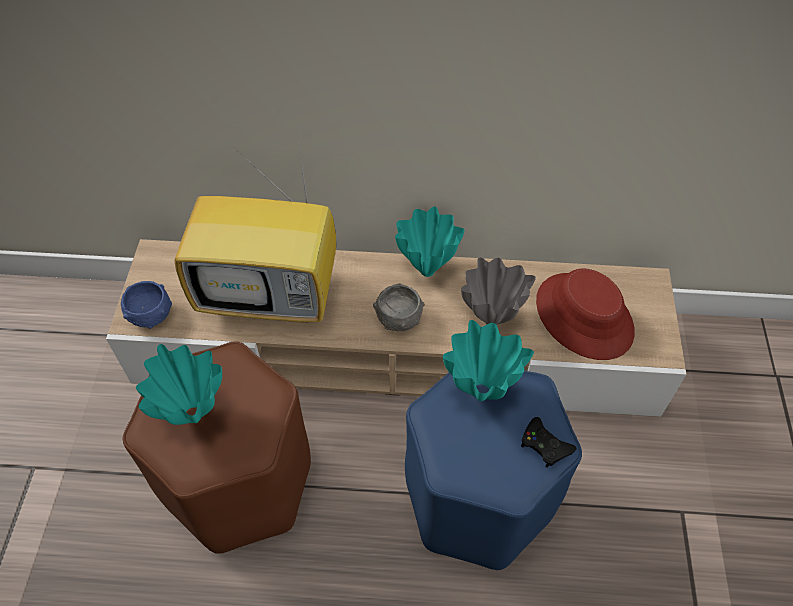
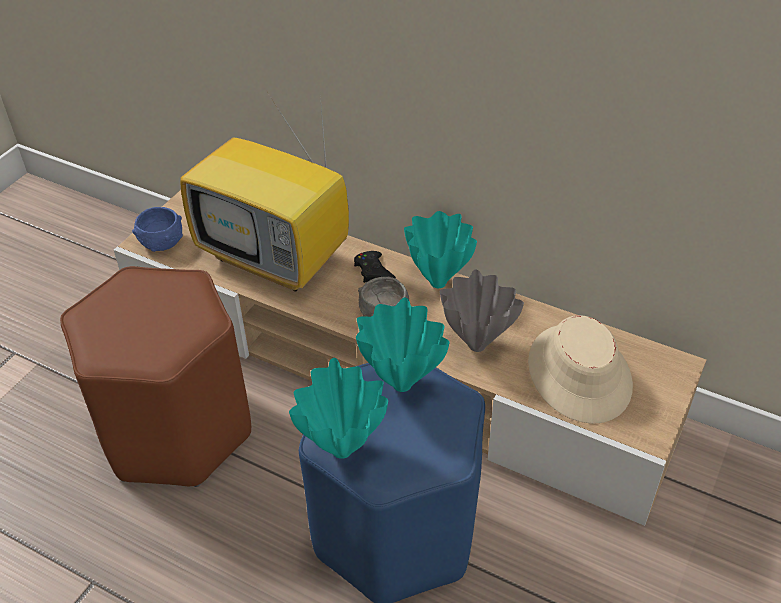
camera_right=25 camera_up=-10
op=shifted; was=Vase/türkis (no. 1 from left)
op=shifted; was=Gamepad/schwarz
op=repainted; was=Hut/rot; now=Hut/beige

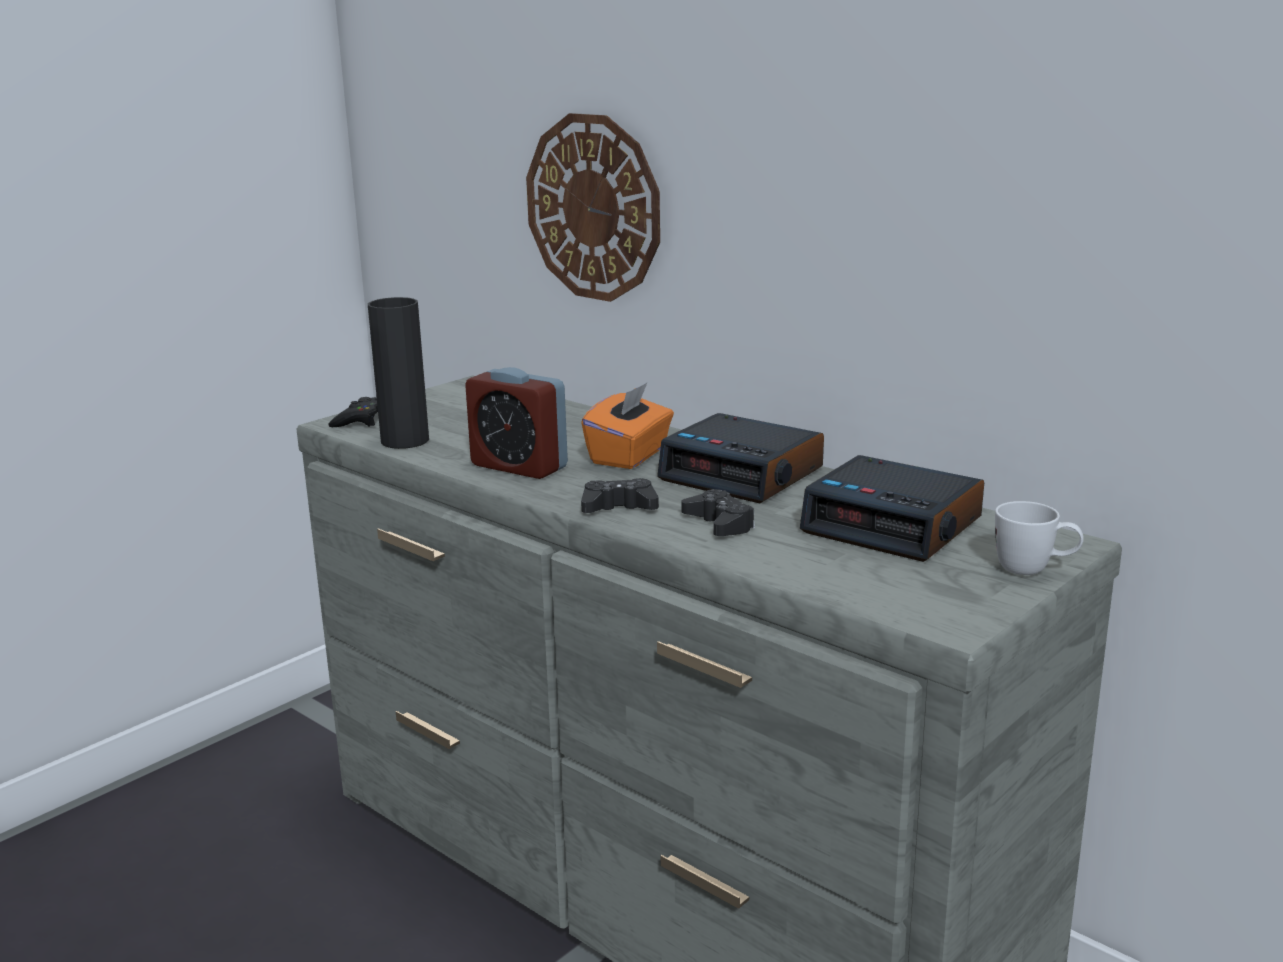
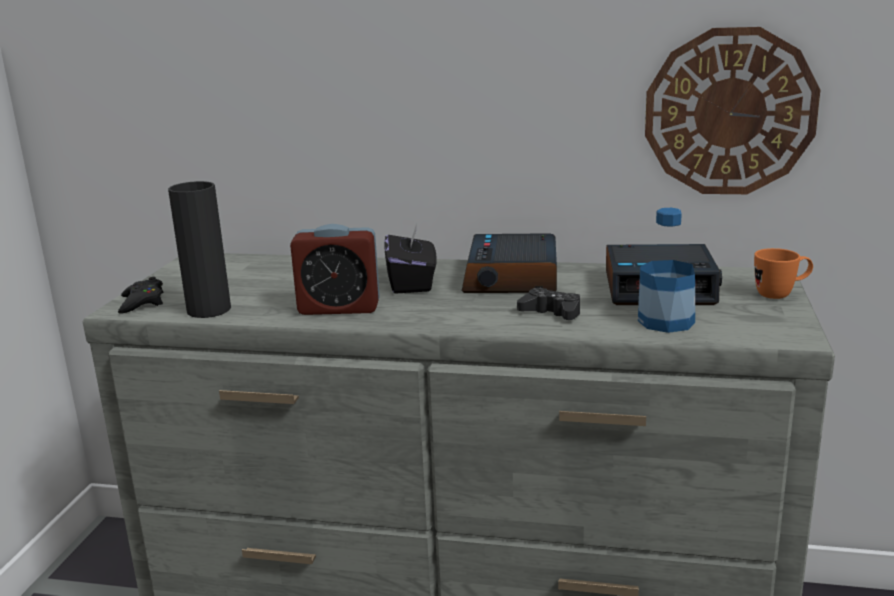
camera_right=-30 camera_up=0
op=repainted; was=Taschentuchbox/orange; now=Taschentuchbox/schwarz
op=rotated; was=Wecker (no. 2 from left); clockwise=90
op=new; now=Flasche
op=shifted; was=Wanduhr
op=repainted; was=Henkelbecher/weiß; now=Henkelbecher/orange
op=gone; was=Gamepad/schwarz (no. 2 from left)

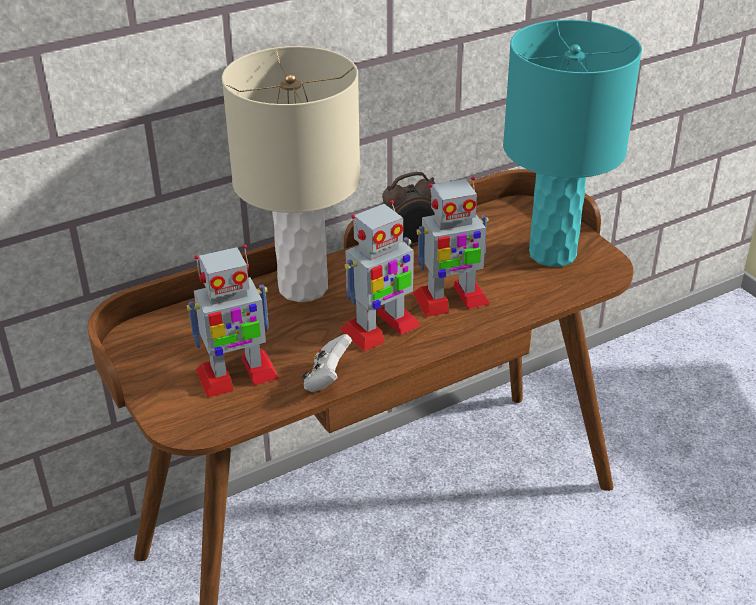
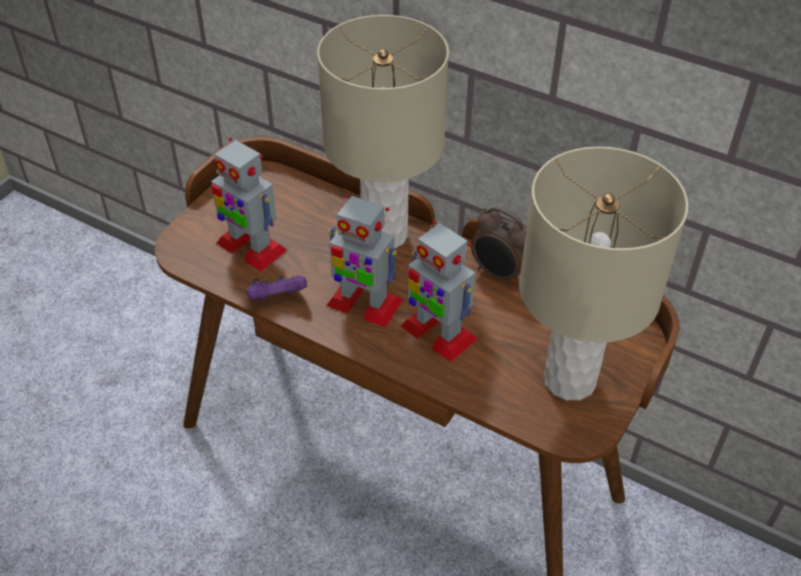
camera_right=60 camera_up=10
op=repainted; was=Gamepad/weiß; now=Gamepad/lila
op=repainted; was=Tischlampe/türkis; now=Tischlampe/beige (no. 2 from left)

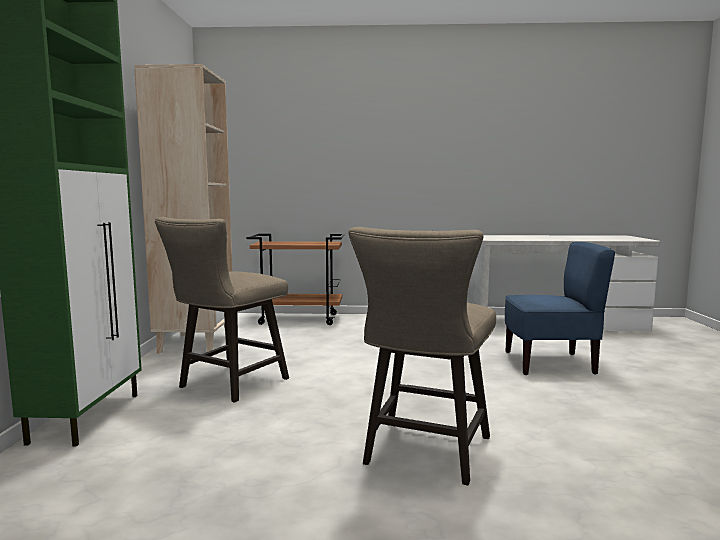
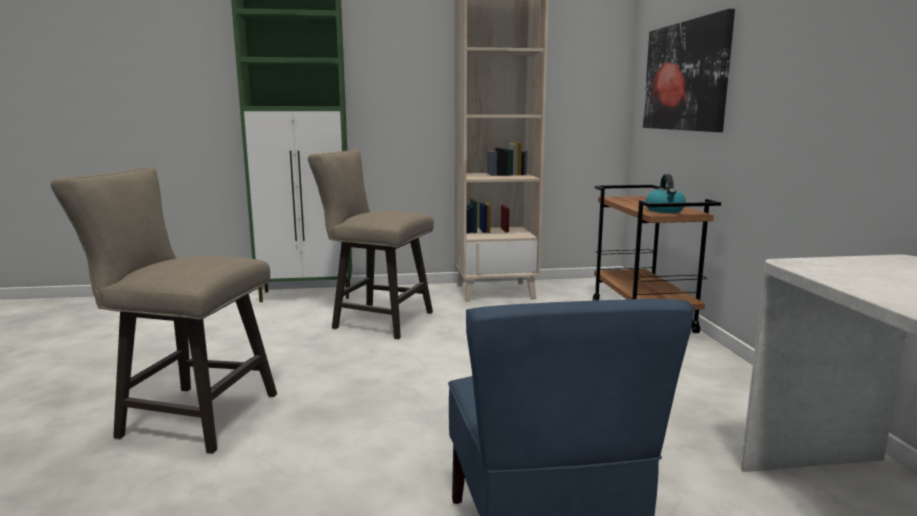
camera_right=80 camera_up=5
op=new; now=Bild
op=new; now=Wasserkessel

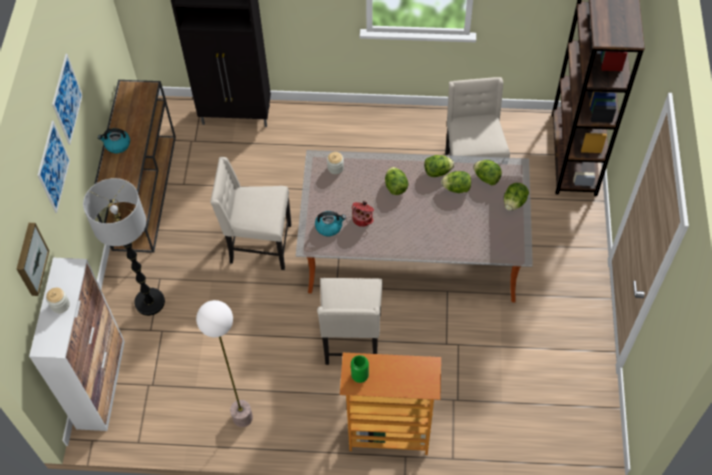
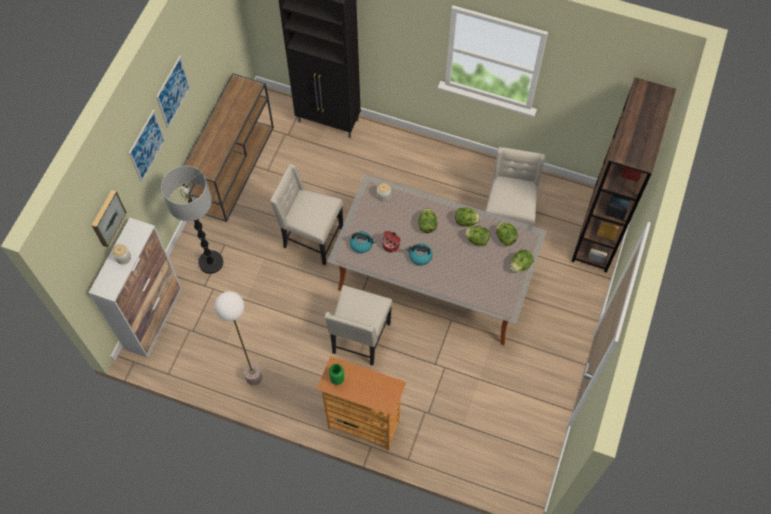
camera_right=15 camera_up=5
op=shifted; was=Wasserkessel (no. 1 from left in the first image); now=Wasserkessel (no. 2 from left)

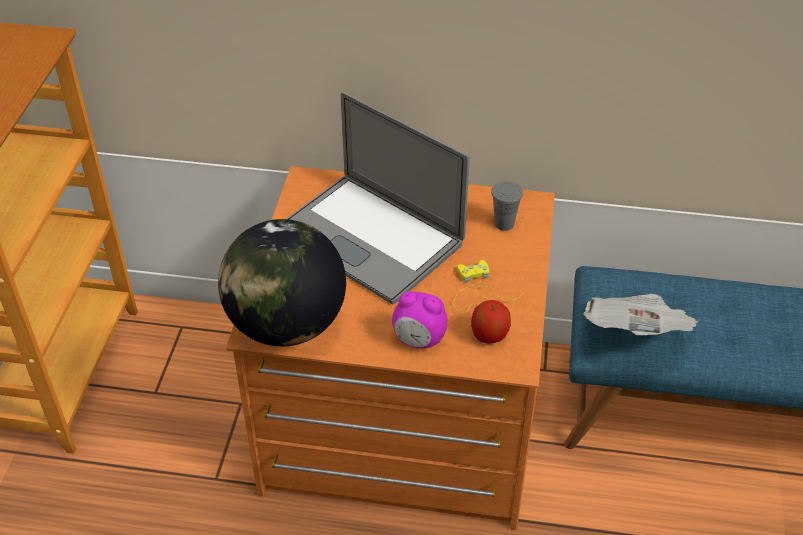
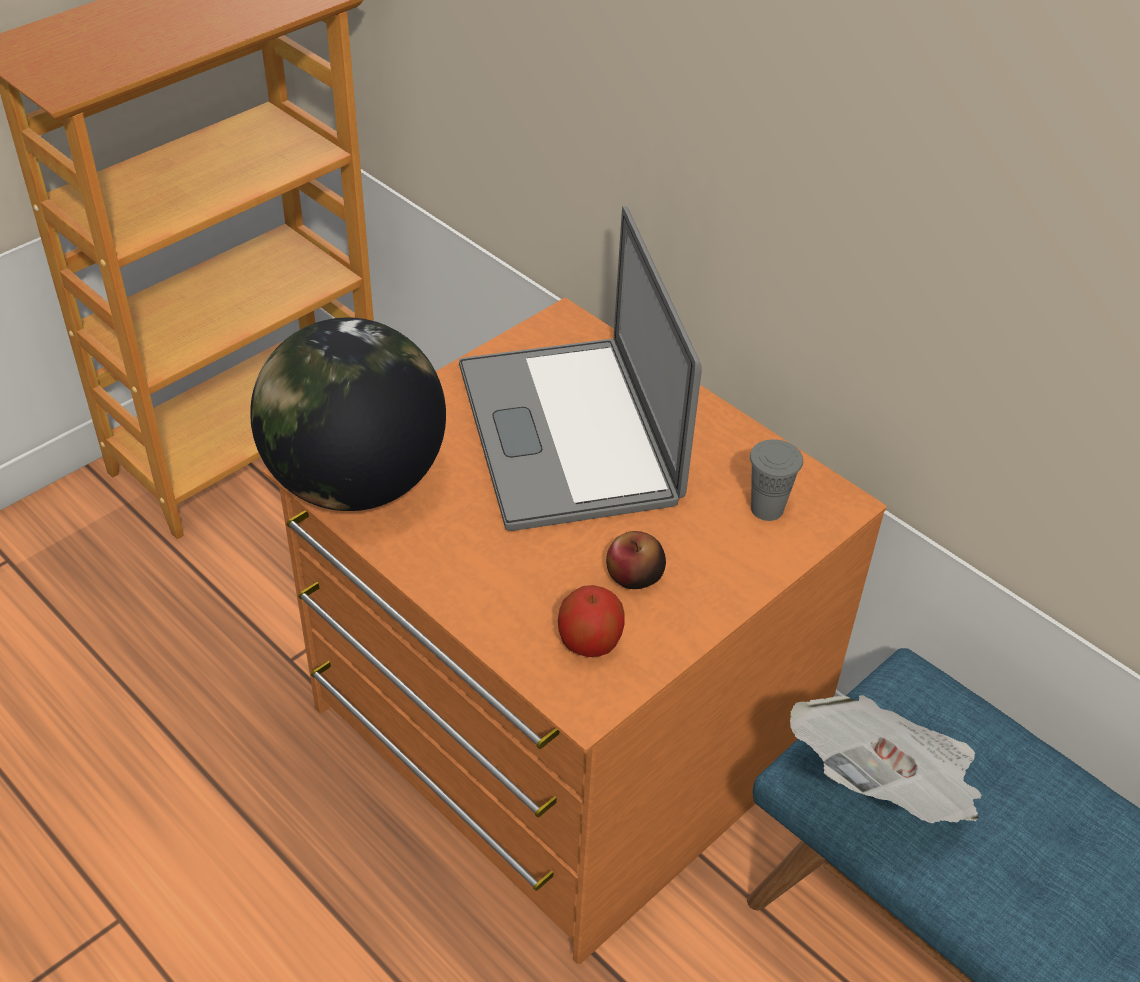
camera_right=35 camera_up=0
op=swapped; was=Gamepad/gelb; now=Apfel (no. 2 from left)
op=gone; was=Wecker

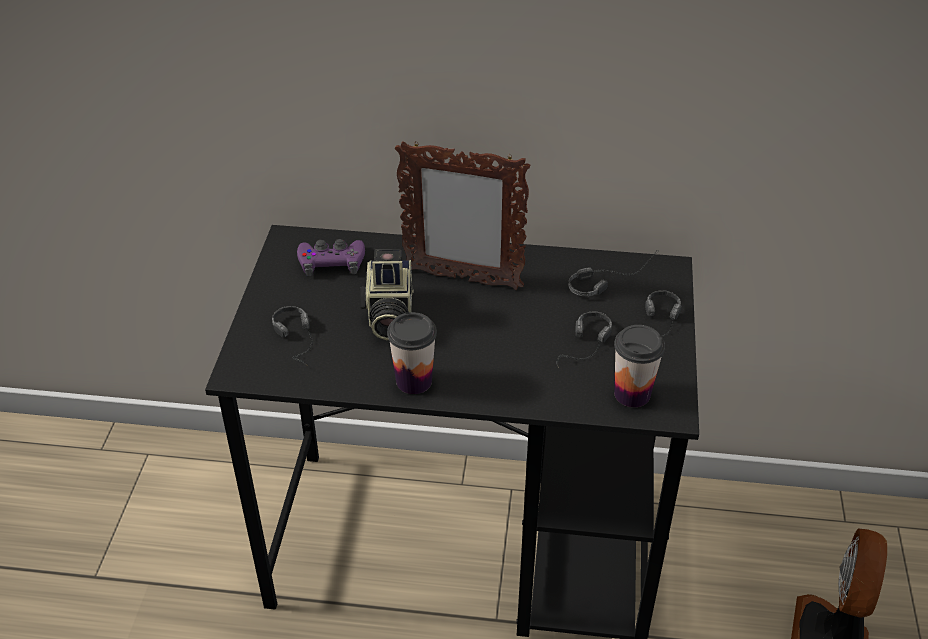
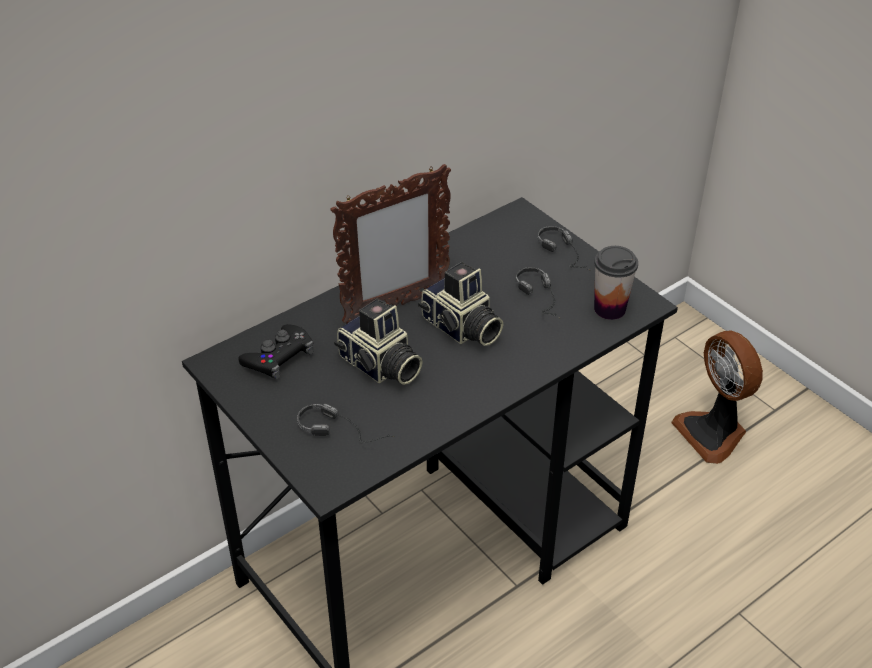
camera_right=-45 camera_up=0
op=repainted; was=Gamepad/lila; now=Gamepad/schwarz
op=new; now=Kamera (no. 2 from left)
op=gone; was=Tasse (no. 1 from left)
op=gone; was=Kopfhörer (no. 3 from left)

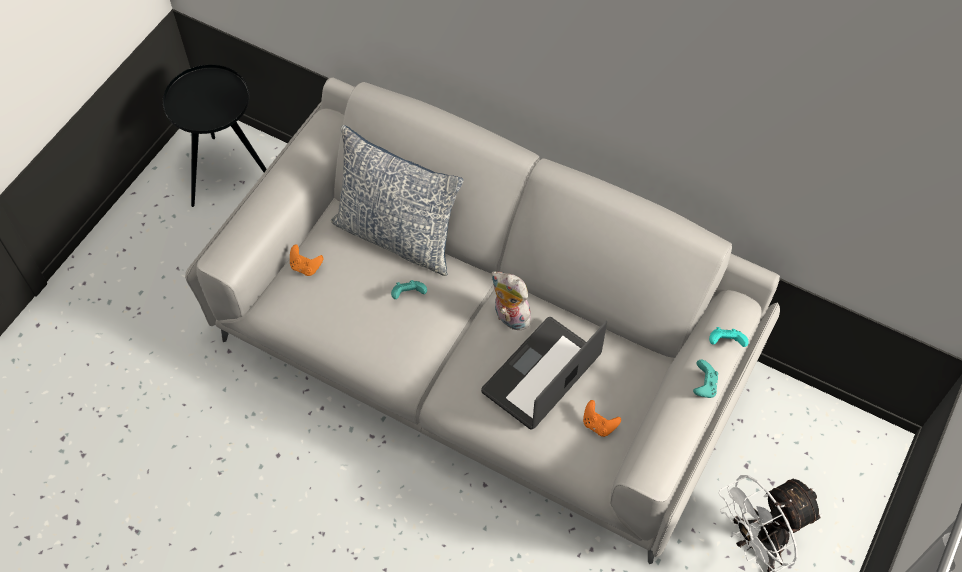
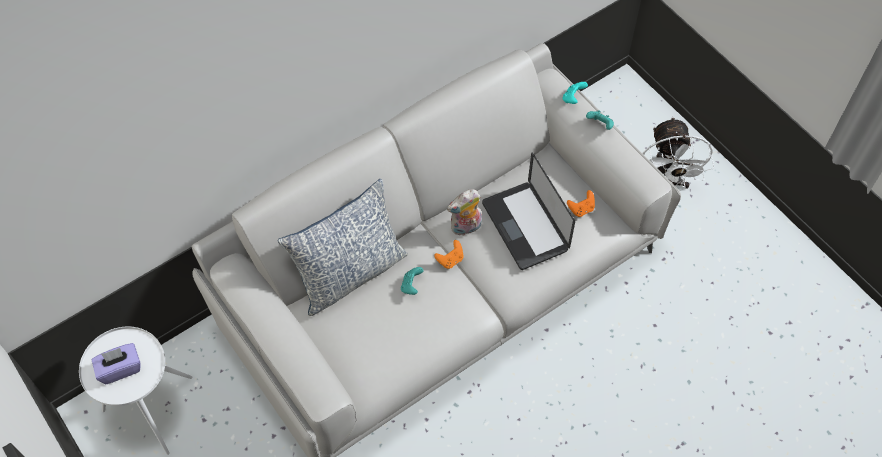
camera_right=-65 camera_up=0
op=repainted; was=Beistelltisch/schwarz; now=Beistelltisch/weiß
op=new; now=Taschentuchbox/lila
op=shifted; was=Gamepad/orange (no. 1 from left)

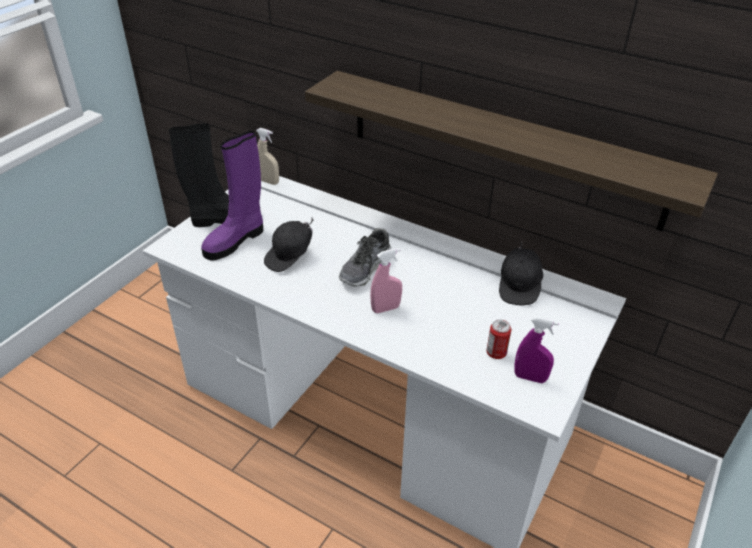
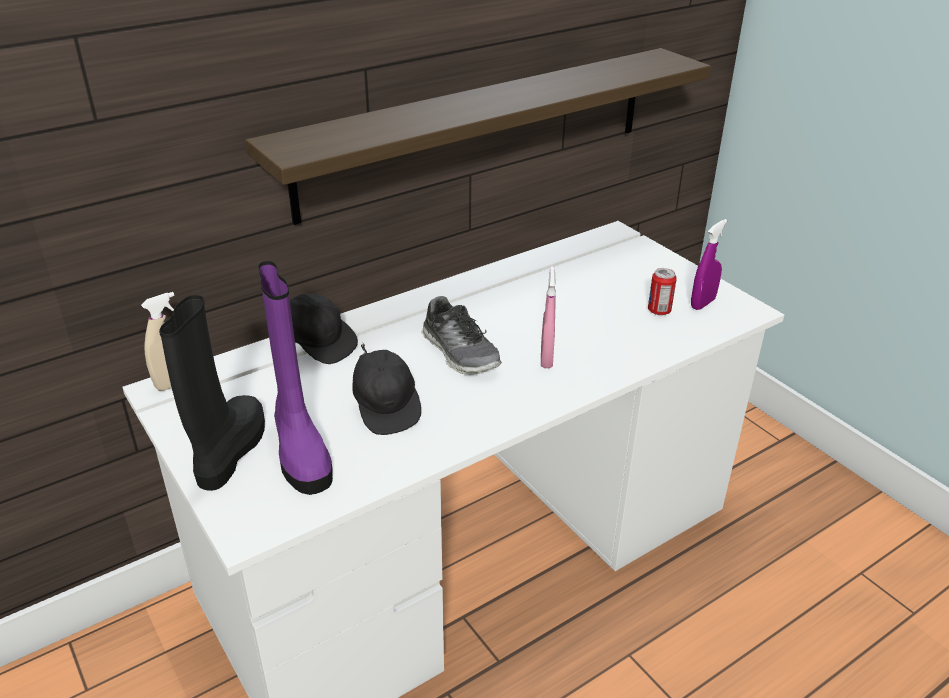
camera_right=-65 camera_up=-5
op=shifted; was=Kappe/schwarz (no. 2 from left in the first image); now=Kappe/schwarz (no. 1 from left)

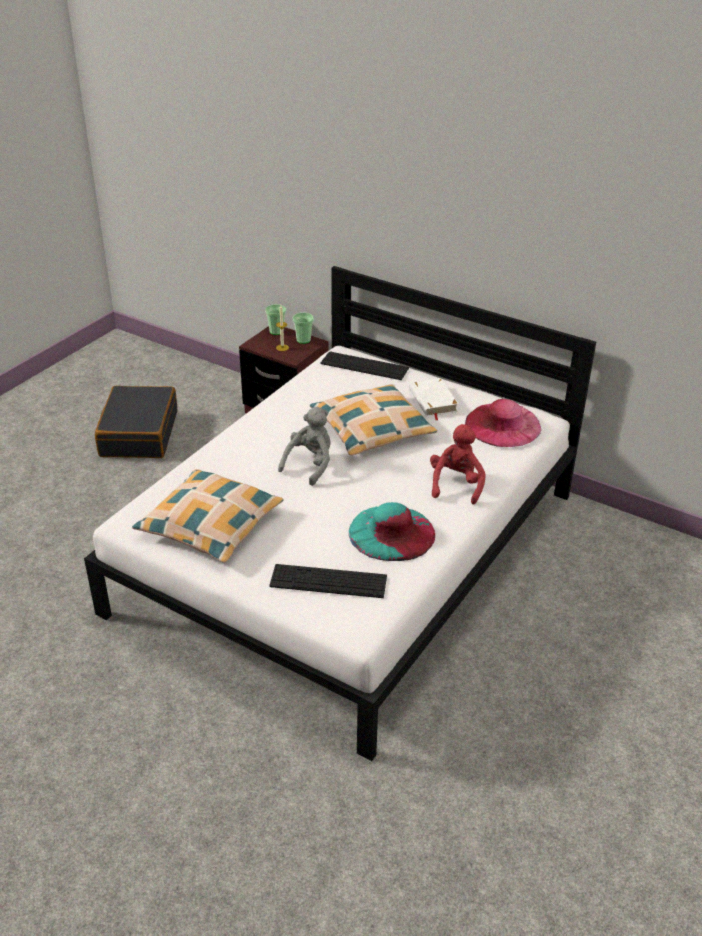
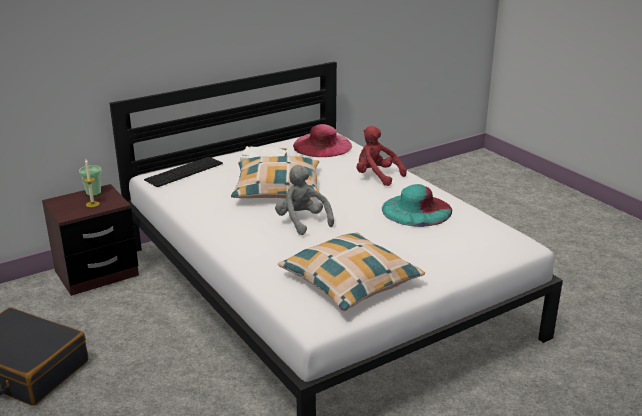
camera_right=-65 camera_up=-10
op=gone; was=Tasse (no. 1 from left)
op=gone; was=Tastatur (no. 1 from left)

